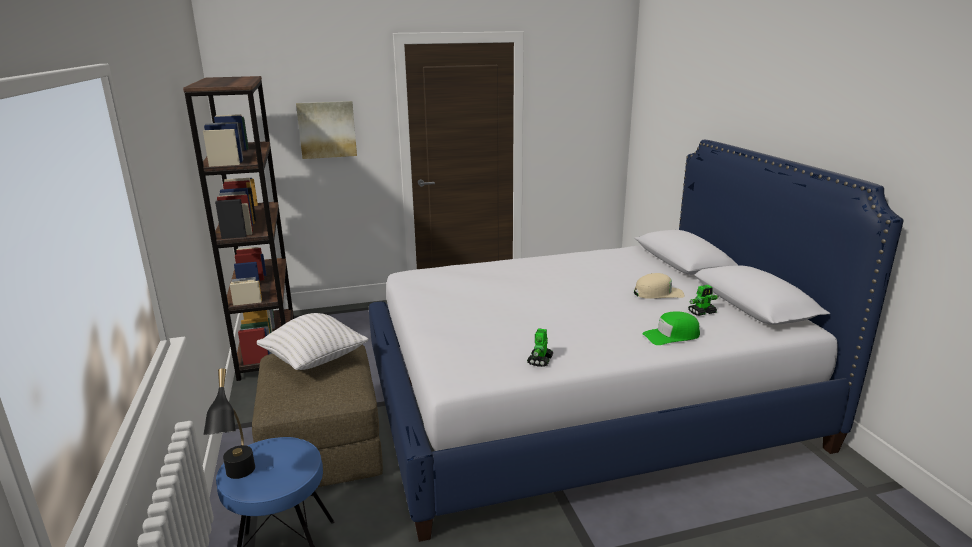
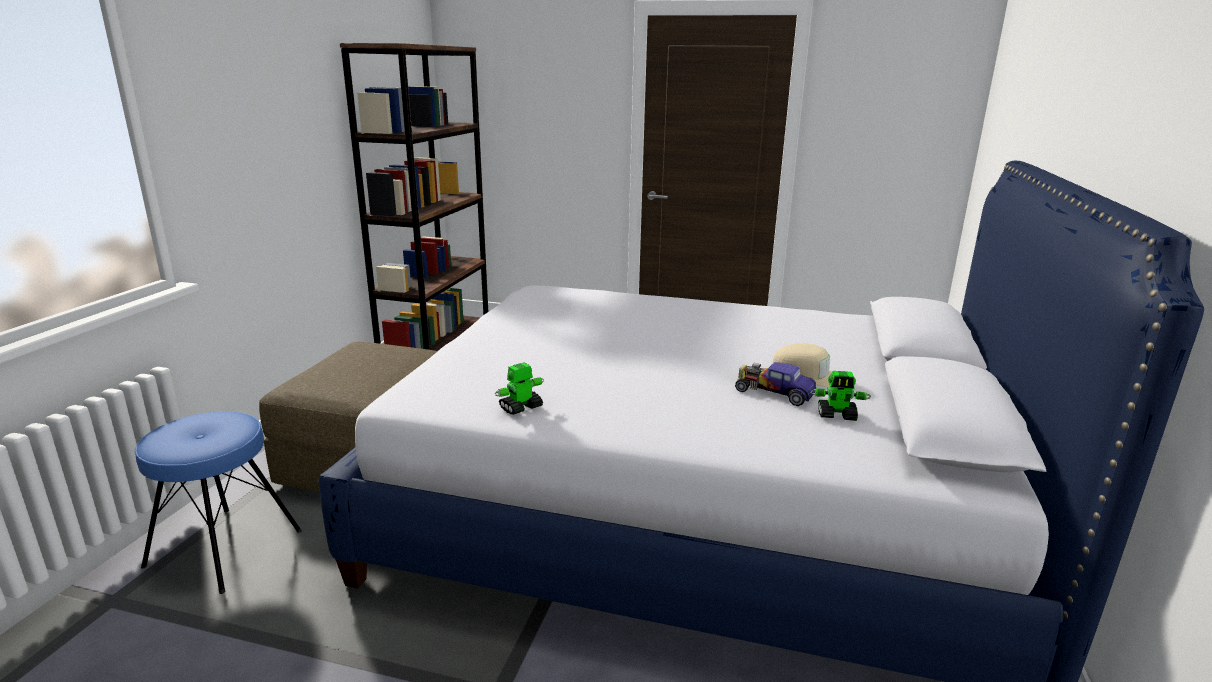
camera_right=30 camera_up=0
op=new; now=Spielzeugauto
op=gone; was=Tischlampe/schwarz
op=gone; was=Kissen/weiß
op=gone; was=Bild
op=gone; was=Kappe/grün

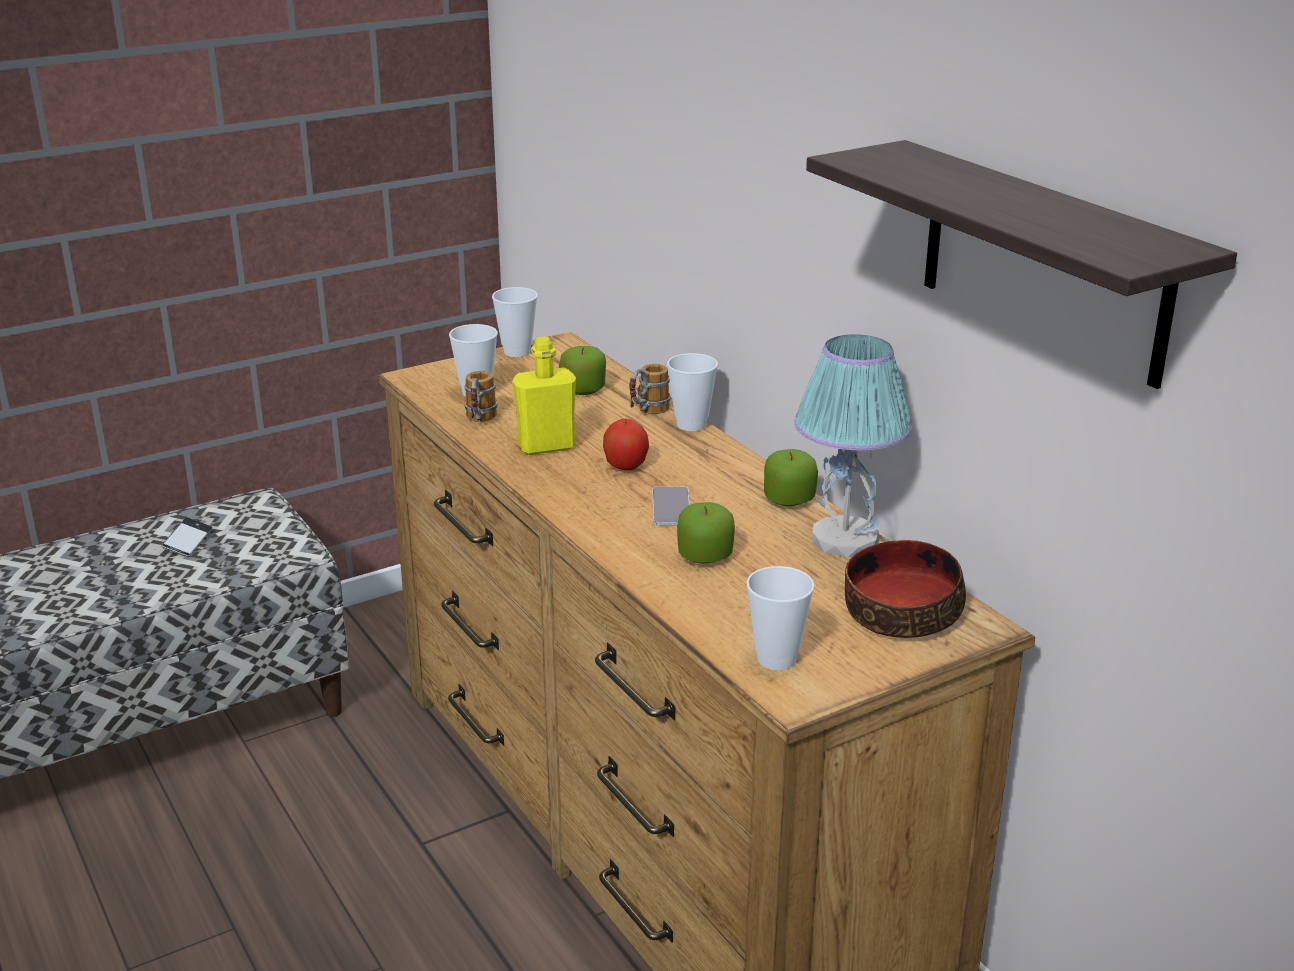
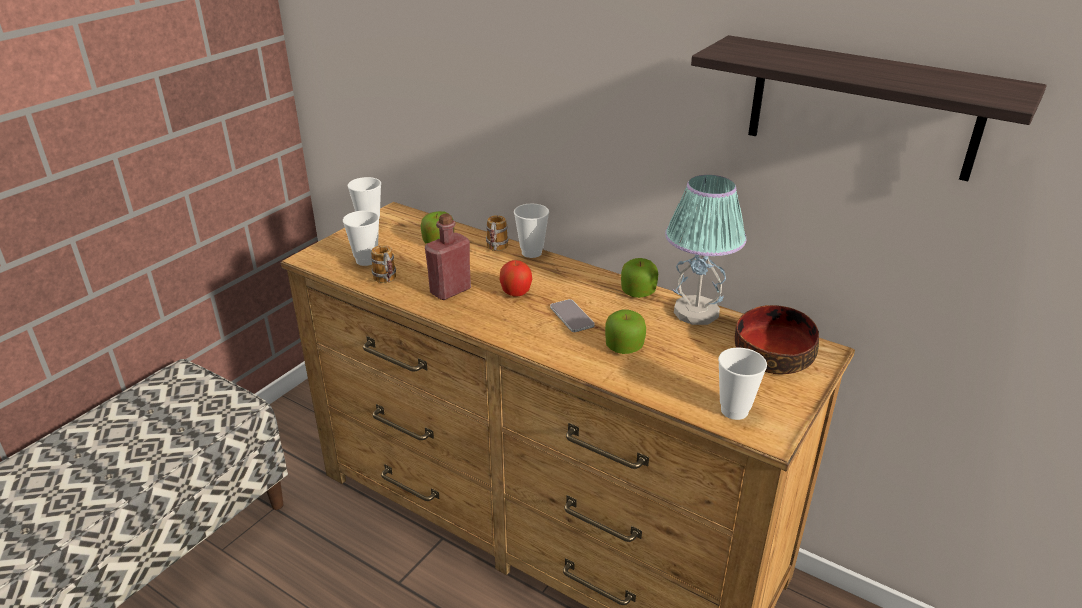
camera_right=-25 camera_up=5
op=repainted; was=Flasche/gelb; now=Flasche/rot
op=gone; was=Handy (no. 1 from left)

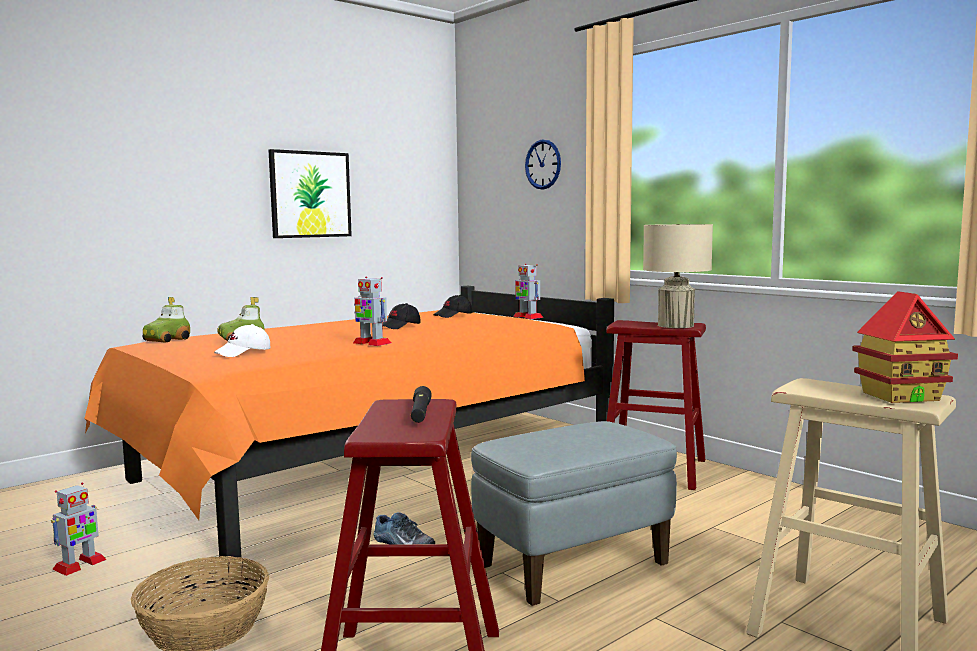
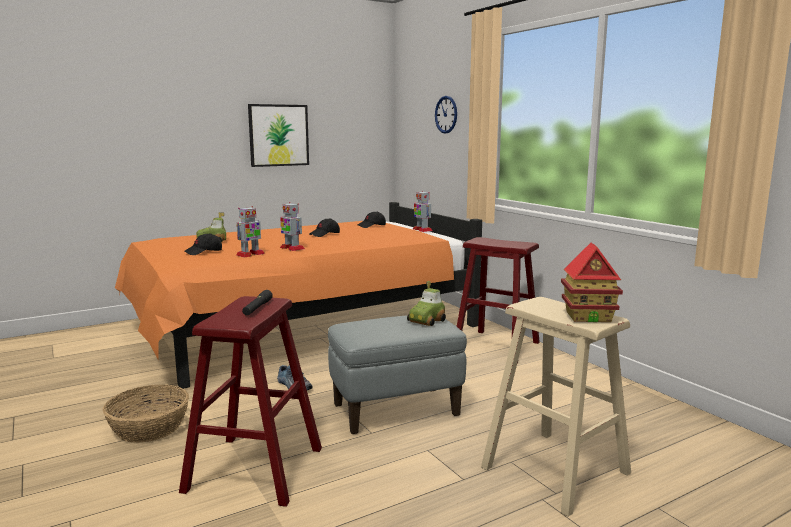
camera_right=10 camera_up=5
op=repainted; was=Kappe/weiß; now=Kappe/schwarz (no. 1 from left)
op=shifted; was=Spielzeugroboter (no. 1 from left)
op=shifted; was=Spielzeugauto (no. 1 from left in the first image); now=Spielzeugauto (no. 2 from left)
op=gone; was=Tischlampe/beige

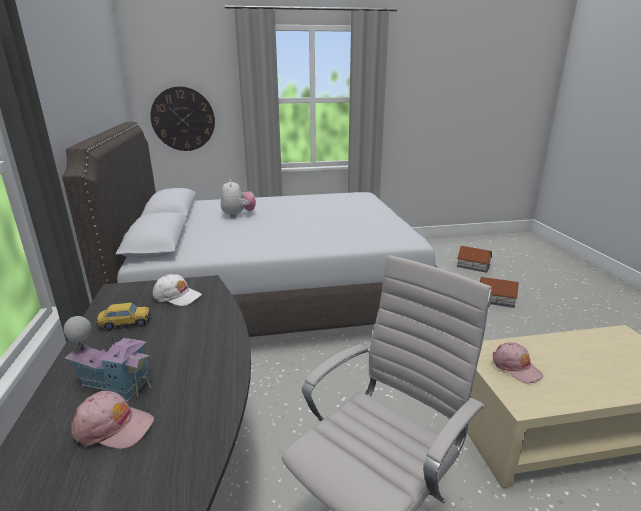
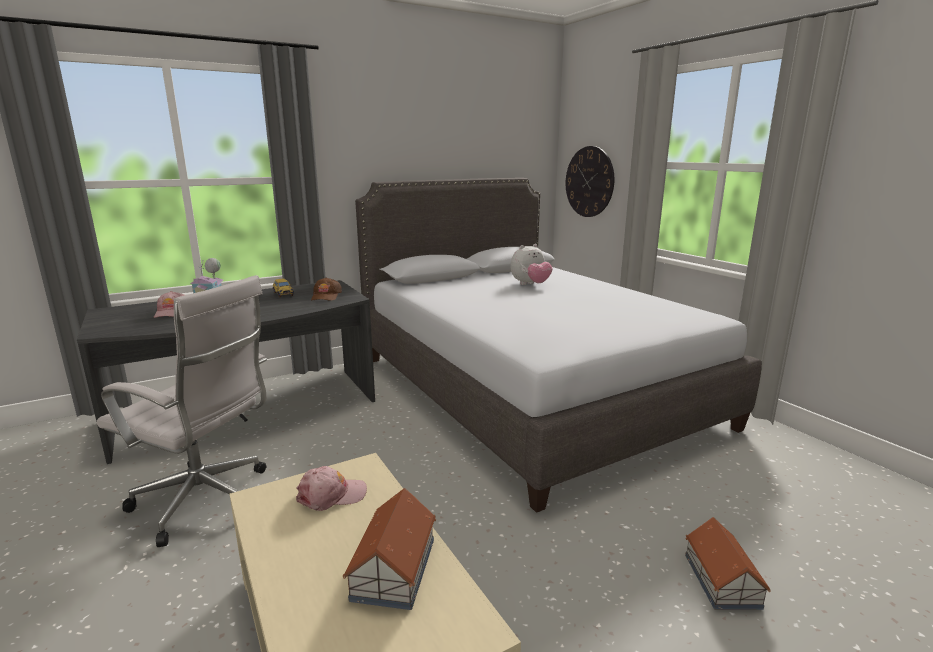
camera_right=70 camera_up=-5
op=rotated; was=Kappe/rosa (no. 2 from left); clockwise=-150
op=repainted; was=Kappe/weiß; now=Kappe/braun
op=shifted; was=Spielzeughaus (no. 2 from left)

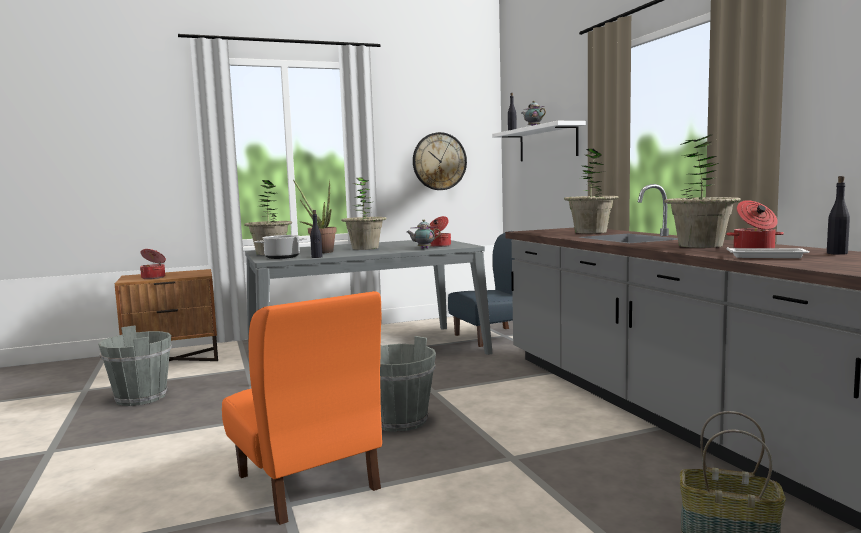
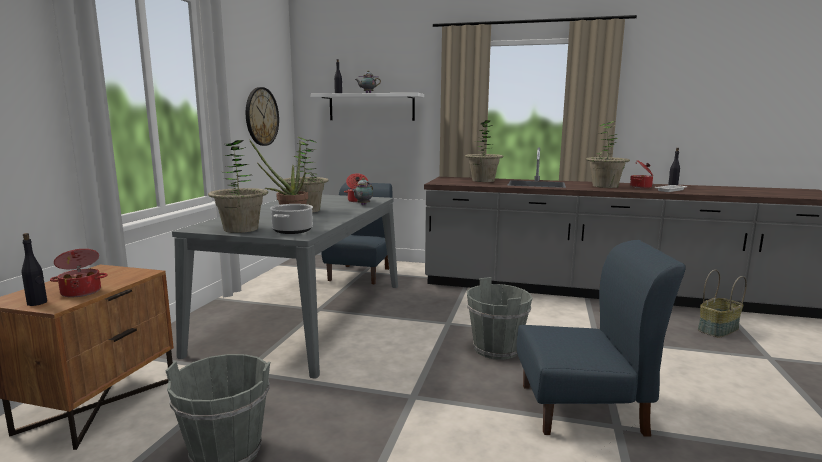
camera_right=-55 camera_up=5
op=shifted; was=Flasche/schwarz (no. 1 from left)
op=repainted; was=Stuhl/orange; now=Stuhl/blau (no. 2 from left)

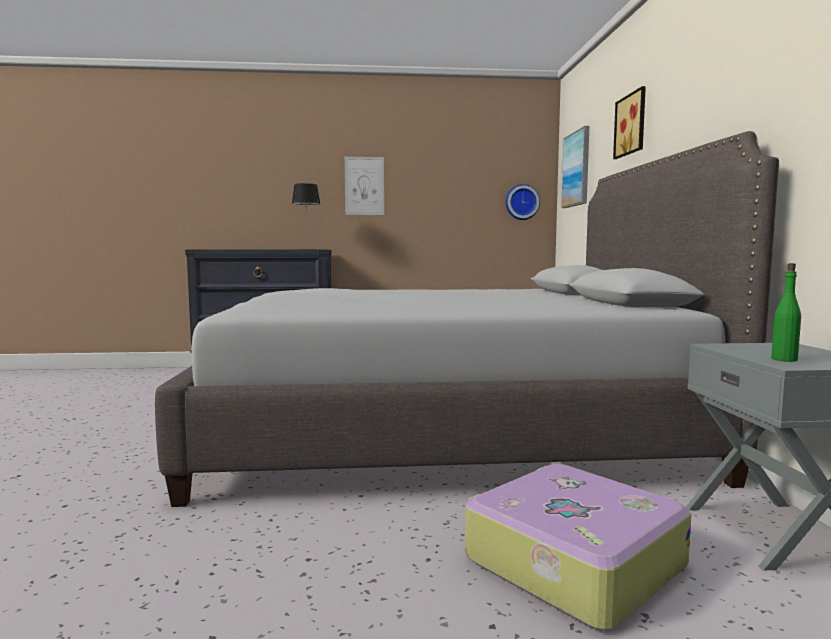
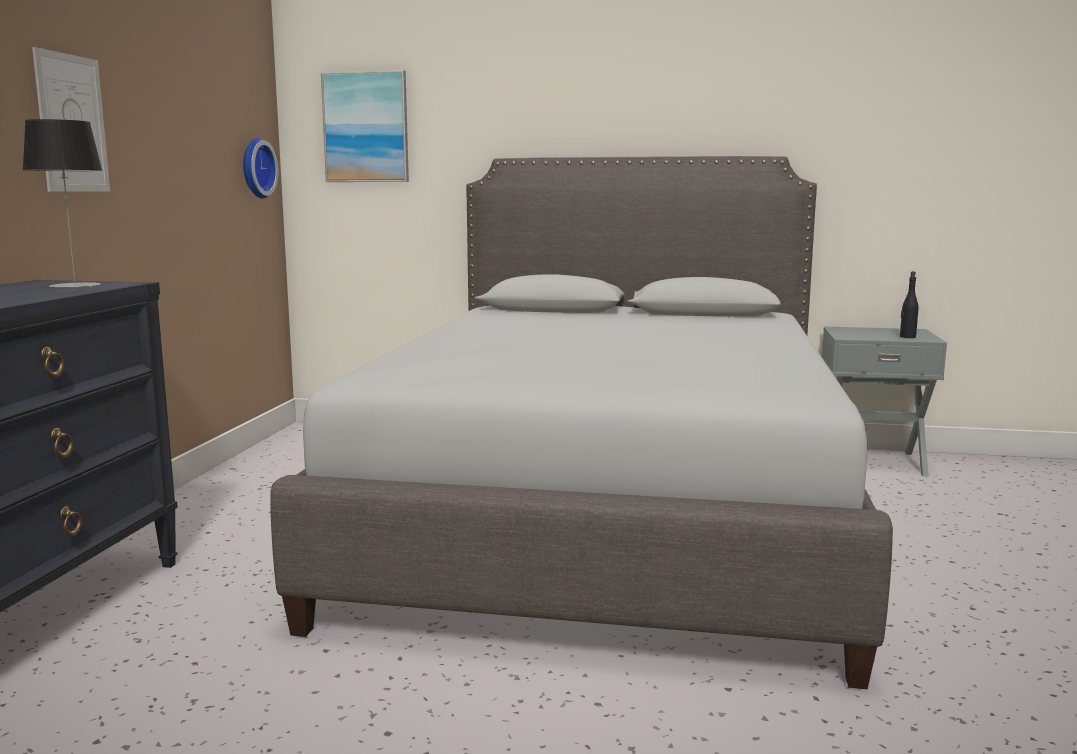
camera_right=-75 camera_up=5
op=repainted; was=Flasche/grün; now=Flasche/schwarz
op=gone; was=Koffer
op=gone; was=Bild (no. 3 from left)

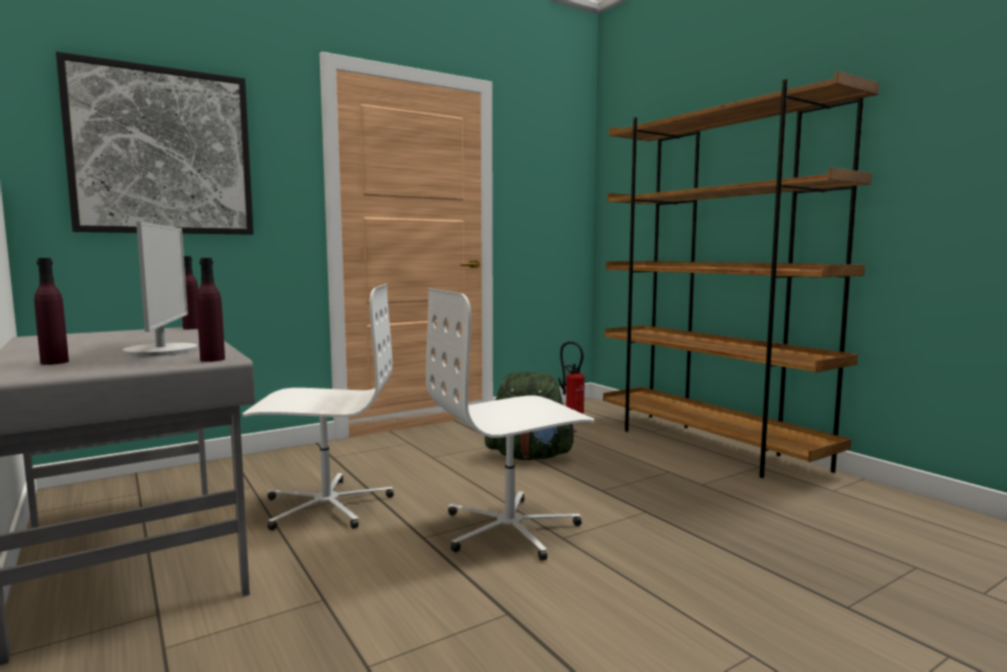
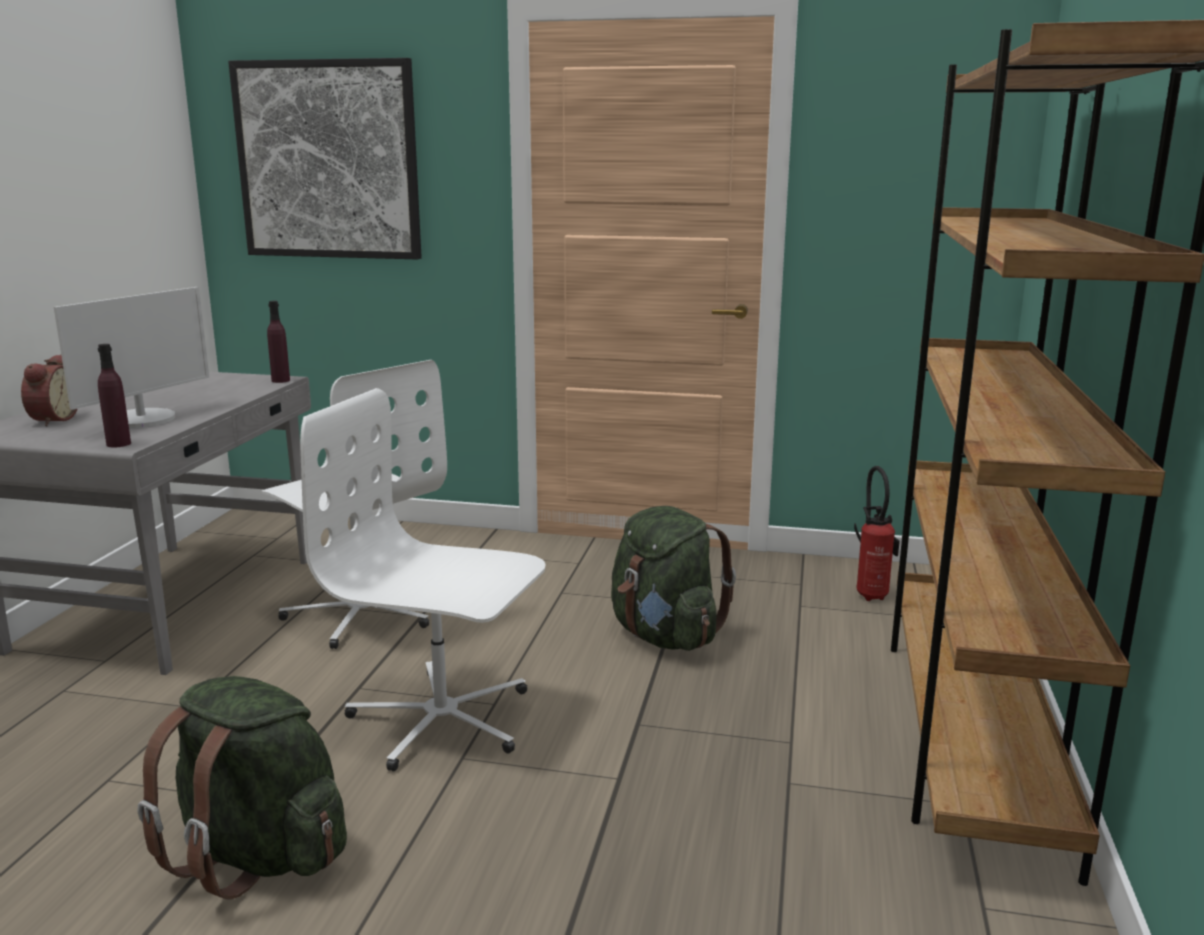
camera_right=45 camera_up=10
op=swapped; was=Flasche/lila (no. 1 from left); now=Wecker
op=new; now=Rucksack/grün (no. 1 from left)

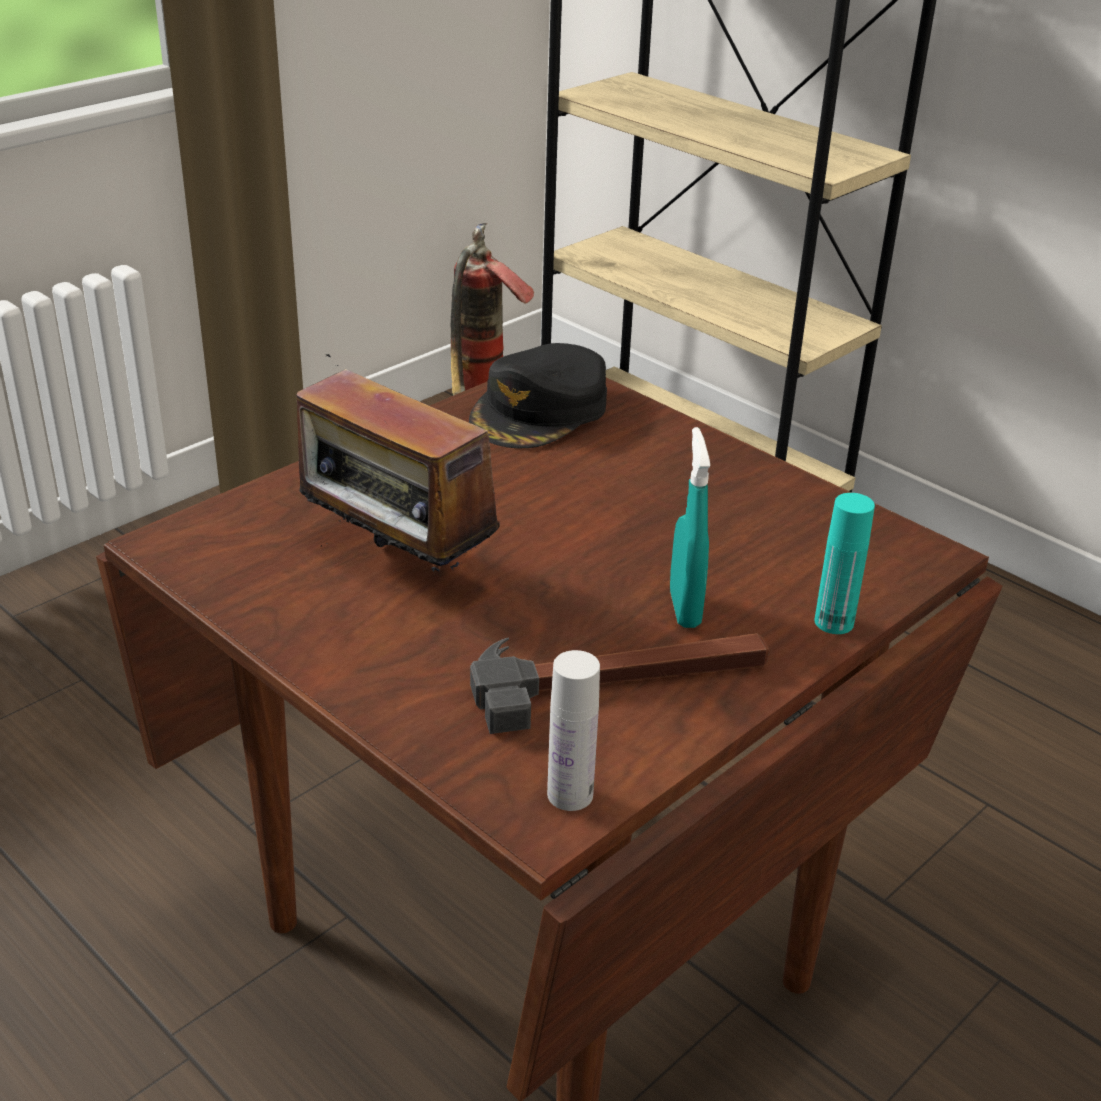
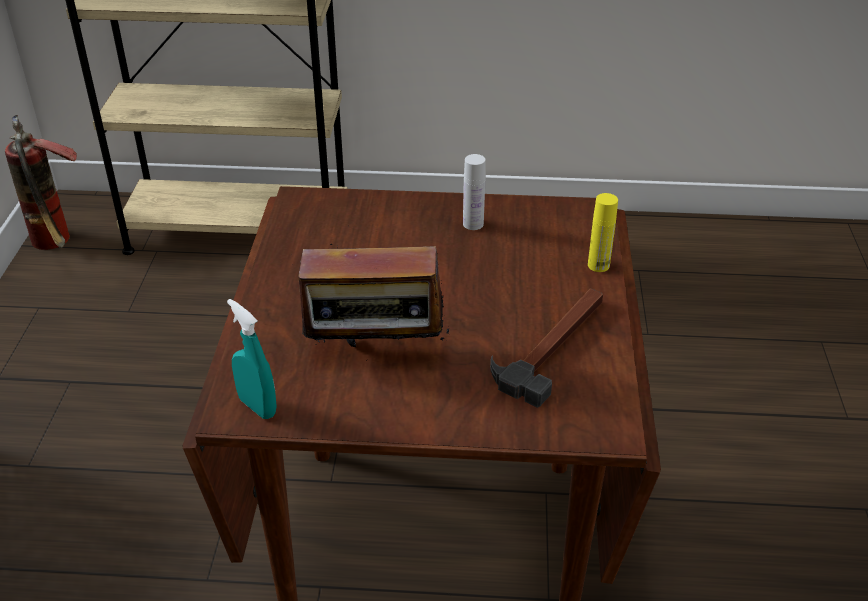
camera_right=-40 camera_up=5
op=shifted; was=Sprühflasche/türkis
op=shifted; was=Flasche/weiß
op=repainted; was=Flasche/türkis; now=Flasche/gelb
op=gone; was=Kappe/schwarz

